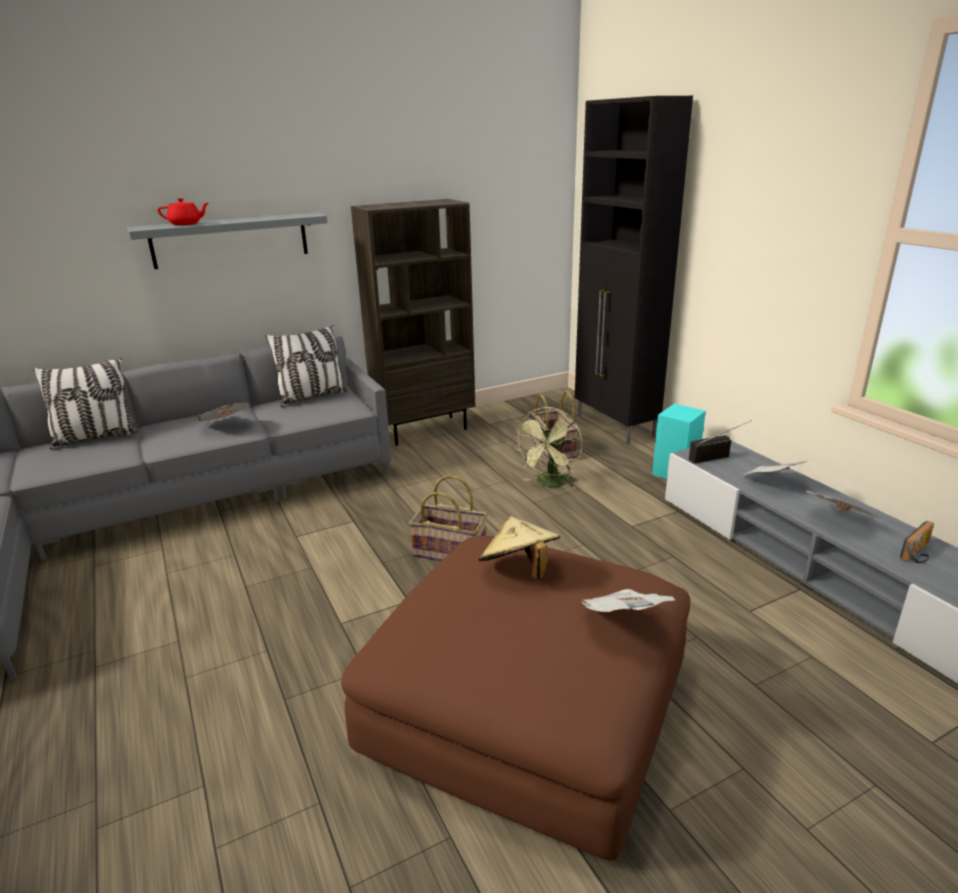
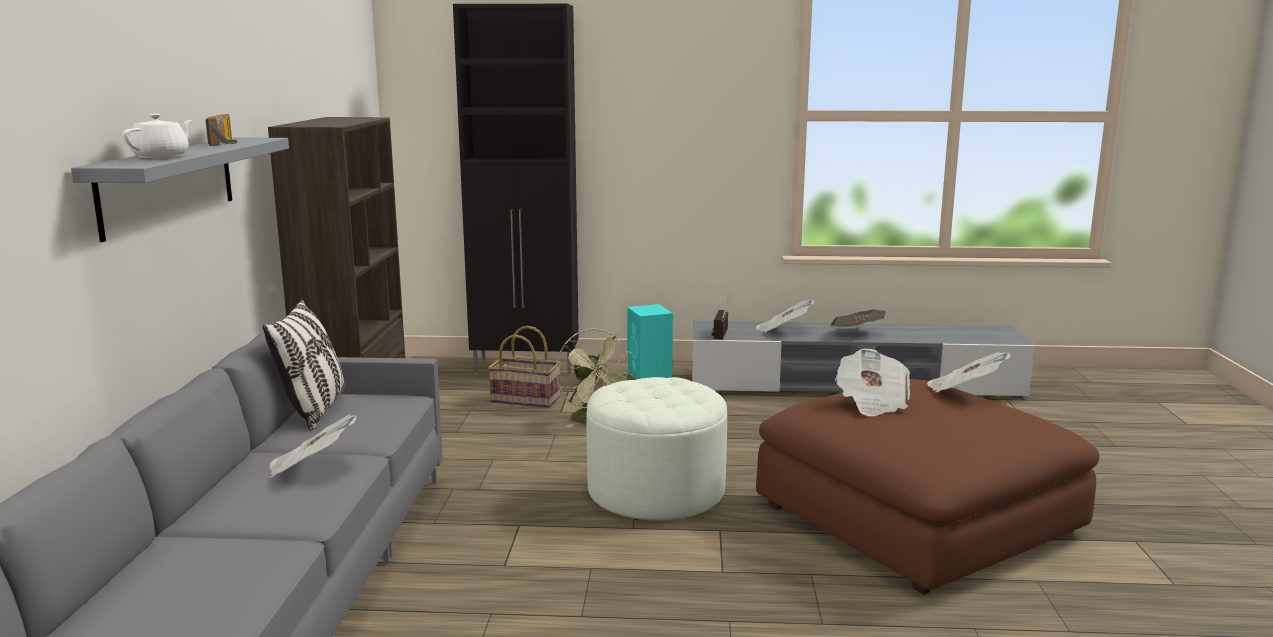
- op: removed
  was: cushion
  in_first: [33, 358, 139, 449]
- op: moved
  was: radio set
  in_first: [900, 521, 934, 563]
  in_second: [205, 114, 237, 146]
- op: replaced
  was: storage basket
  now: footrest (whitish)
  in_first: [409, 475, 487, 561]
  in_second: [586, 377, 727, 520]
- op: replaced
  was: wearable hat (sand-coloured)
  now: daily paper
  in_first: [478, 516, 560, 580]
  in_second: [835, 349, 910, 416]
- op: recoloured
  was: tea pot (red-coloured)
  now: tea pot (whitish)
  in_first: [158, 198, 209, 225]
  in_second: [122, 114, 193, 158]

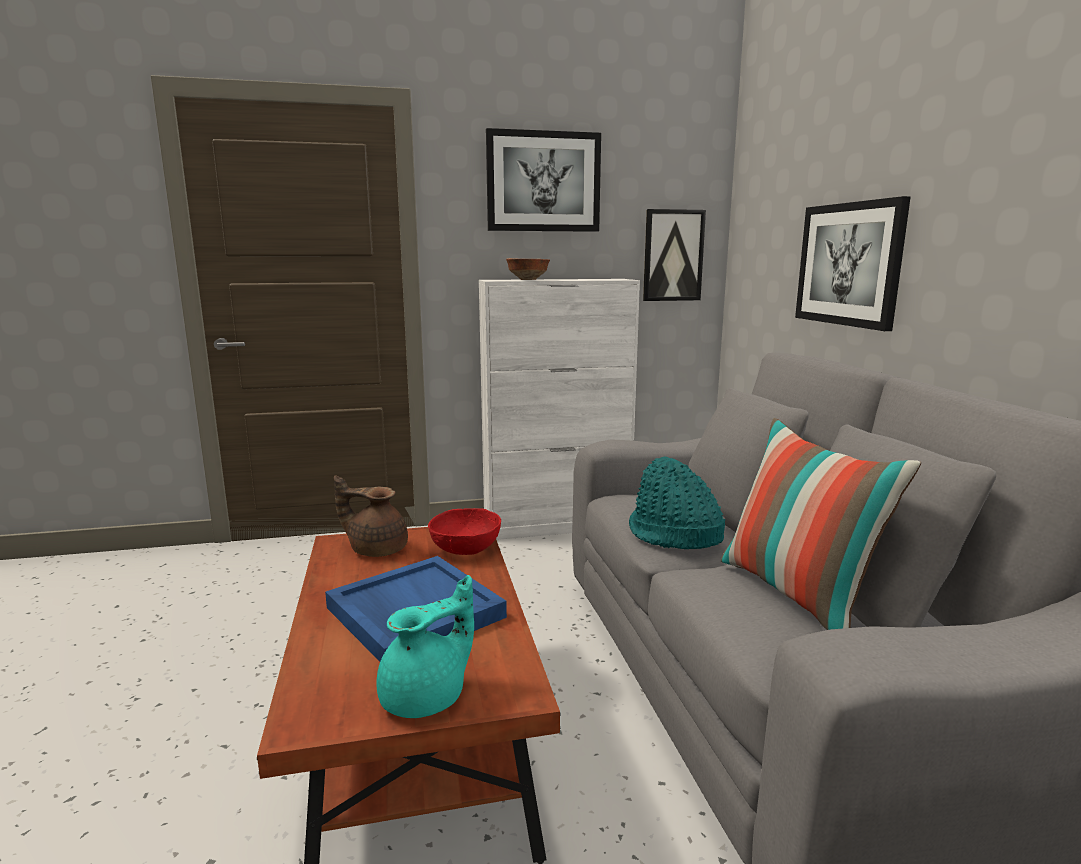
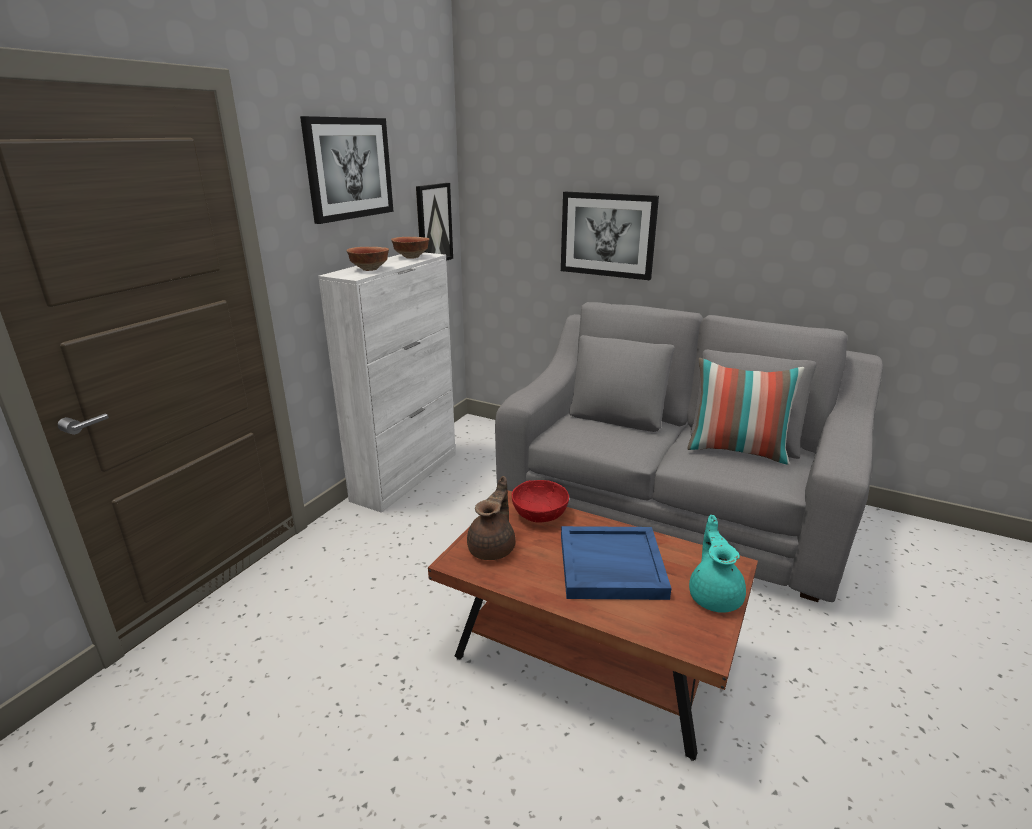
- op: removed
  was: wearable hat (blue-green)
  in_first: [629, 457, 725, 549]
- op: added
  now: deep dish
  in_second: [391, 237, 430, 259]
- op: turned
  was: tea pot (brown)
  in_first: [334, 475, 408, 557]
  in_second: [467, 476, 516, 560]
  clockwise: 150

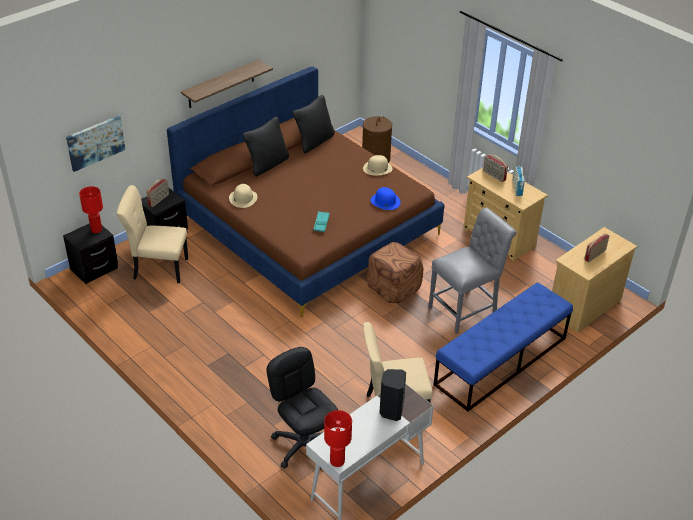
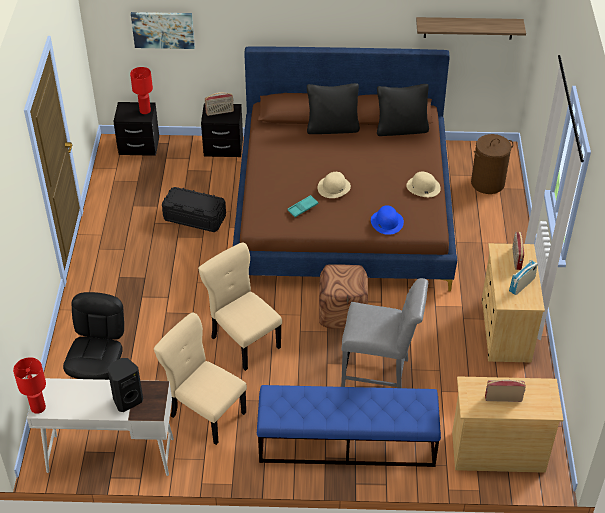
- op: added
  now: storage bin (black)
  in_second: [162, 187, 226, 232]
- op: moved
  was: upright chair (sand-coloured)
  in_first: [117, 185, 188, 283]
  in_second: [198, 243, 282, 371]
- op: moved
  was: wall shelf
  in_first: [181, 60, 273, 108]
  in_second: [416, 17, 526, 39]
- op: moved
  was: wearable hat (sand-coloured)
  in_first: [229, 184, 258, 208]
  in_second: [318, 172, 351, 198]

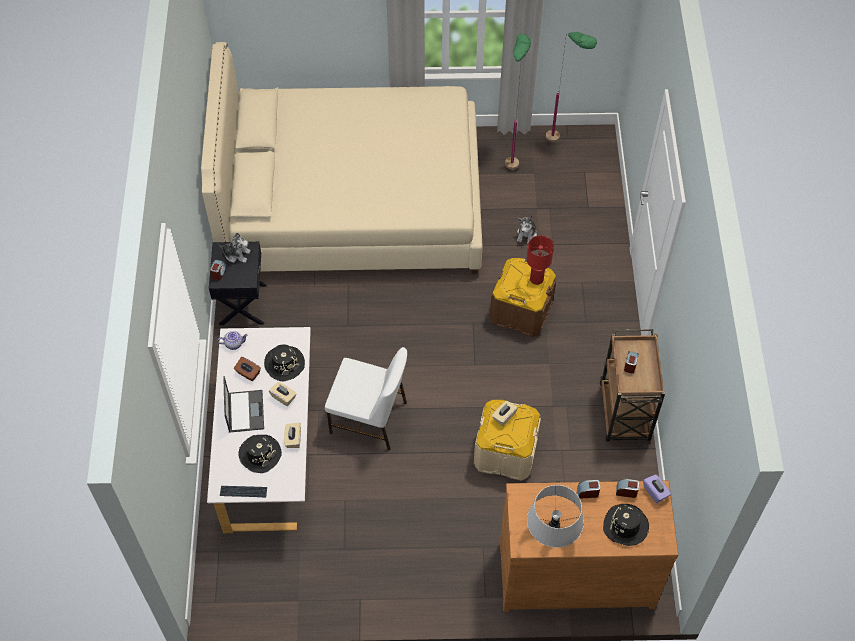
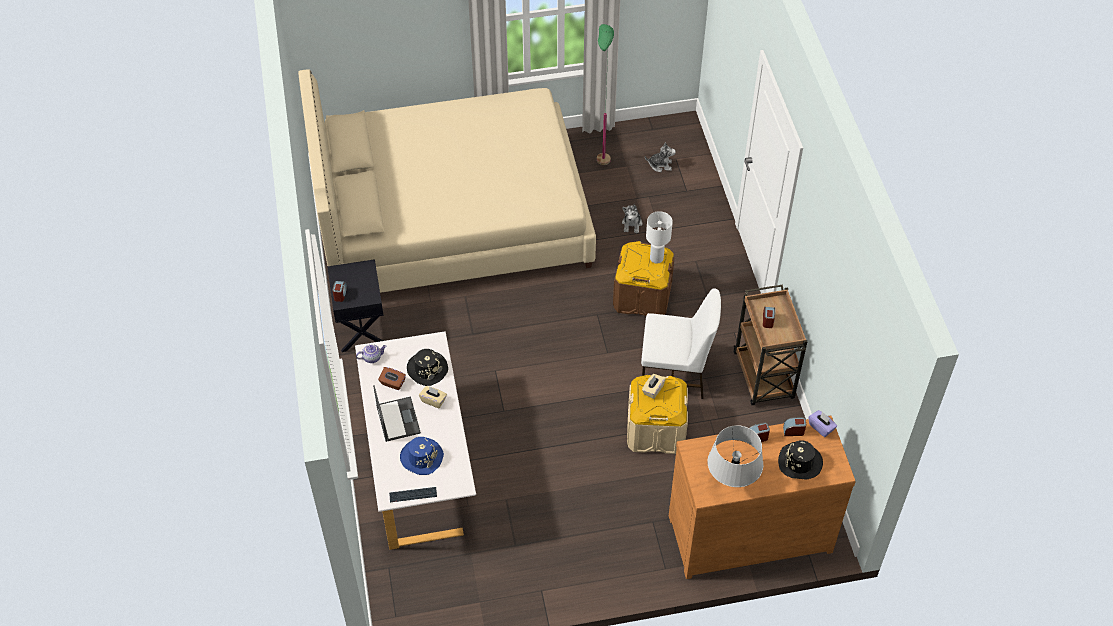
- op: removed
  was: tissue holder (sand-coloured)
  in_first: [284, 422, 301, 448]
- op: removed
  was: floor lamp (green)
  in_first: [546, 32, 597, 142]
- op: moved
  was: cuddly toy
  in_first: [218, 233, 251, 263]
  in_second: [645, 142, 676, 172]
- op: moved
  was: upright chair (whitish)
  in_first: [325, 347, 407, 450]
  in_second: [641, 288, 721, 399]
- op: recoloured
  was: wearable hat (black)
  now: wearable hat (bluish)
  in_first: [238, 435, 282, 473]
  in_second: [400, 437, 444, 475]
- op: recoloured
  was: table lamp (red-coloured)
  now: table lamp (whitish)
  in_first: [527, 235, 554, 285]
  in_second: [646, 211, 673, 264]

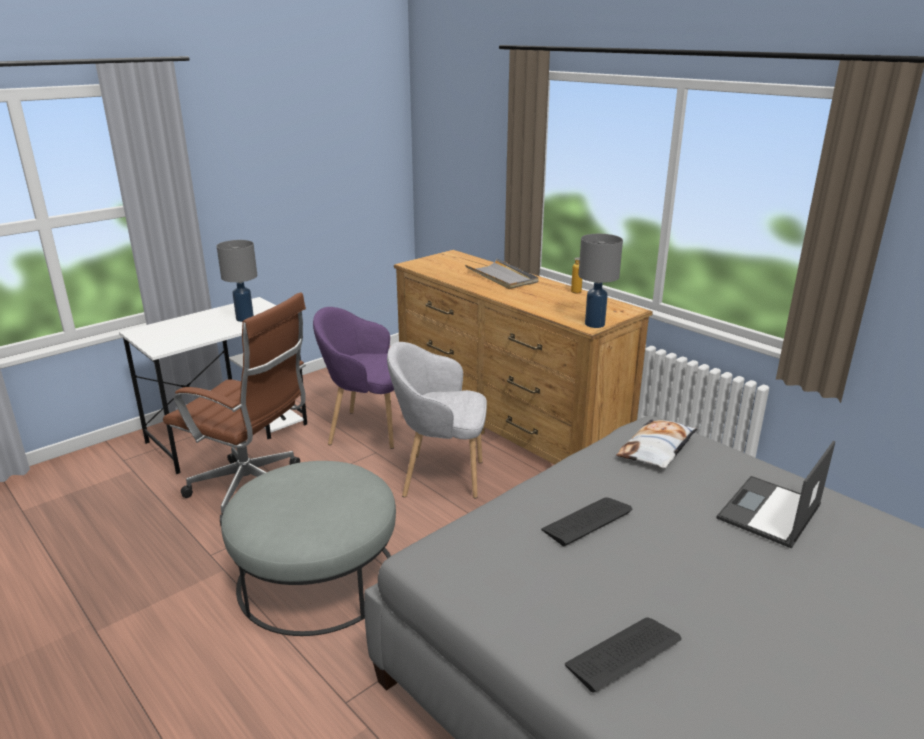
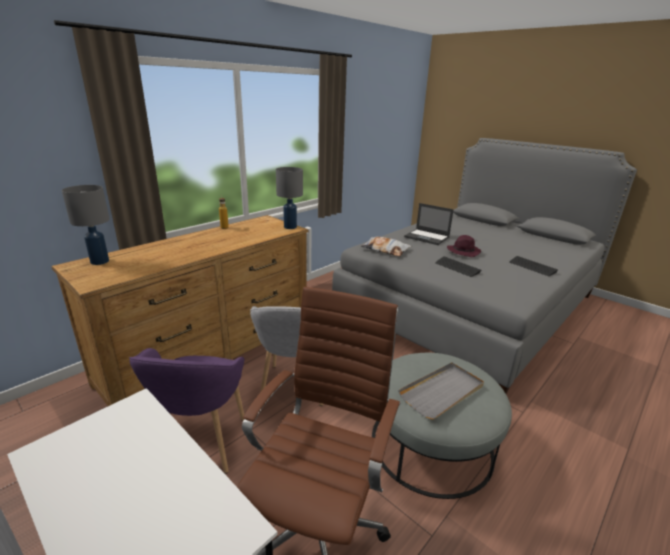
- op: added
  now: wearable hat (purple-coloured)
  in_second: [447, 235, 481, 257]
- op: moved
  was: table lamp (gray)
  in_first: [217, 240, 257, 322]
  in_second: [62, 185, 110, 265]
- op: moved
  was: serving tray (gray)
  in_first: [465, 259, 539, 289]
  in_second: [398, 362, 484, 419]

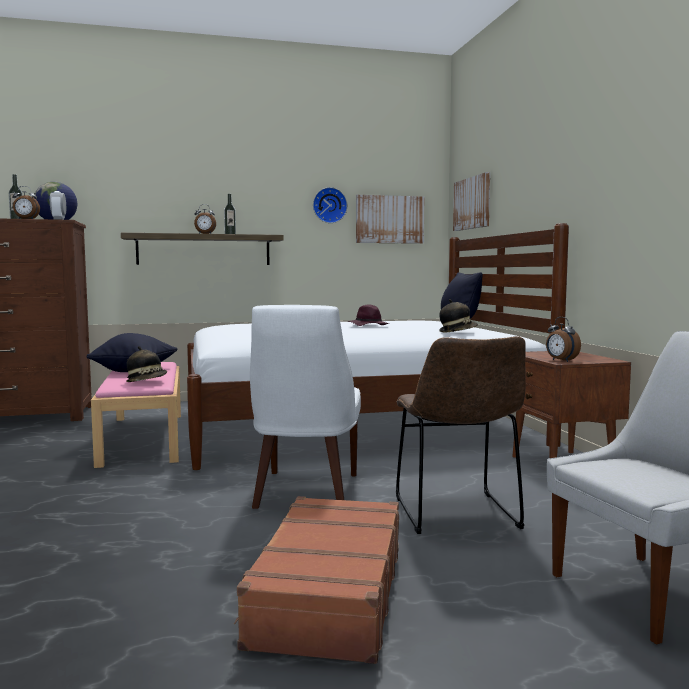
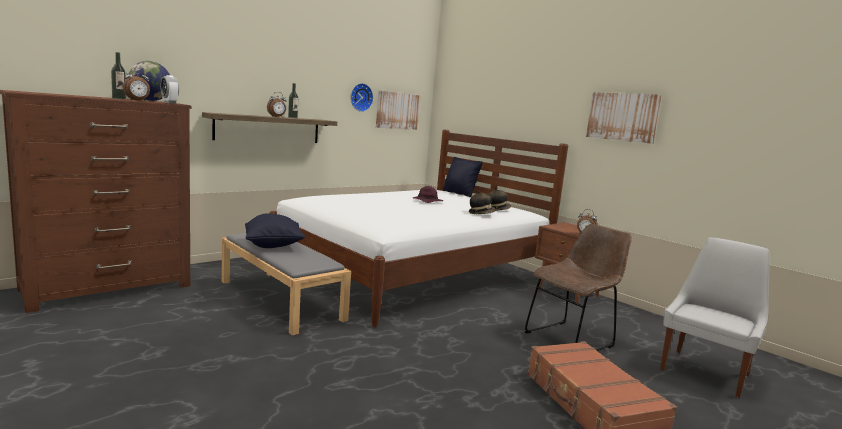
- op: removed
  was: upright chair (whitish)
  in_first: [250, 305, 361, 509]
- op: moved
  was: wearable hat
  in_first: [126, 346, 167, 382]
  in_second: [469, 190, 496, 214]
- op: moved
  was: wall art
  in_first: [453, 172, 490, 231]
  in_second: [586, 92, 662, 144]
- op: recoloured
  was: indoor bench (pink)
  now: indoor bench (gray)
  in_first: [91, 362, 181, 468]
  in_second: [222, 233, 351, 335]
- op: turned
  was: upright chair (brown)
  in_first: [396, 336, 526, 534]
  in_second: [524, 224, 632, 351]
  clockwise: -90

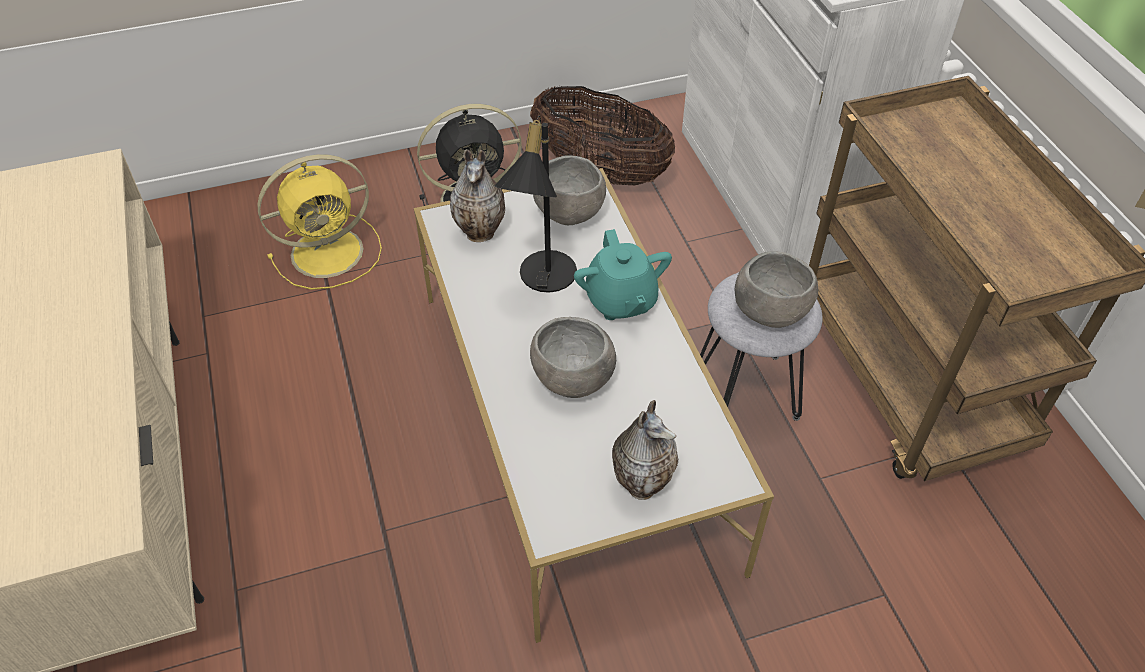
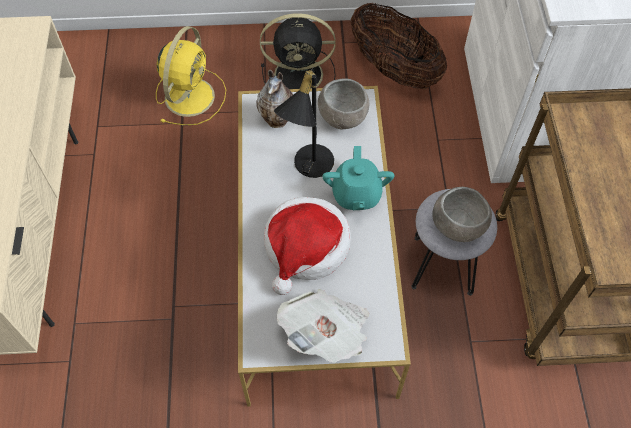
- op: replaced
  was: deep dish (gray)
  now: wearable hat
  in_first: [530, 317, 616, 398]
  in_second: [264, 197, 351, 295]
- op: replaced
  was: decorative vase
  now: daily paper
  in_first: [612, 400, 678, 500]
  in_second: [277, 289, 369, 363]
- op: turned
  was: cooling fan (yellowish)
  in_first: [257, 154, 382, 290]
  in_second: [156, 26, 226, 125]
  clockwise: -60

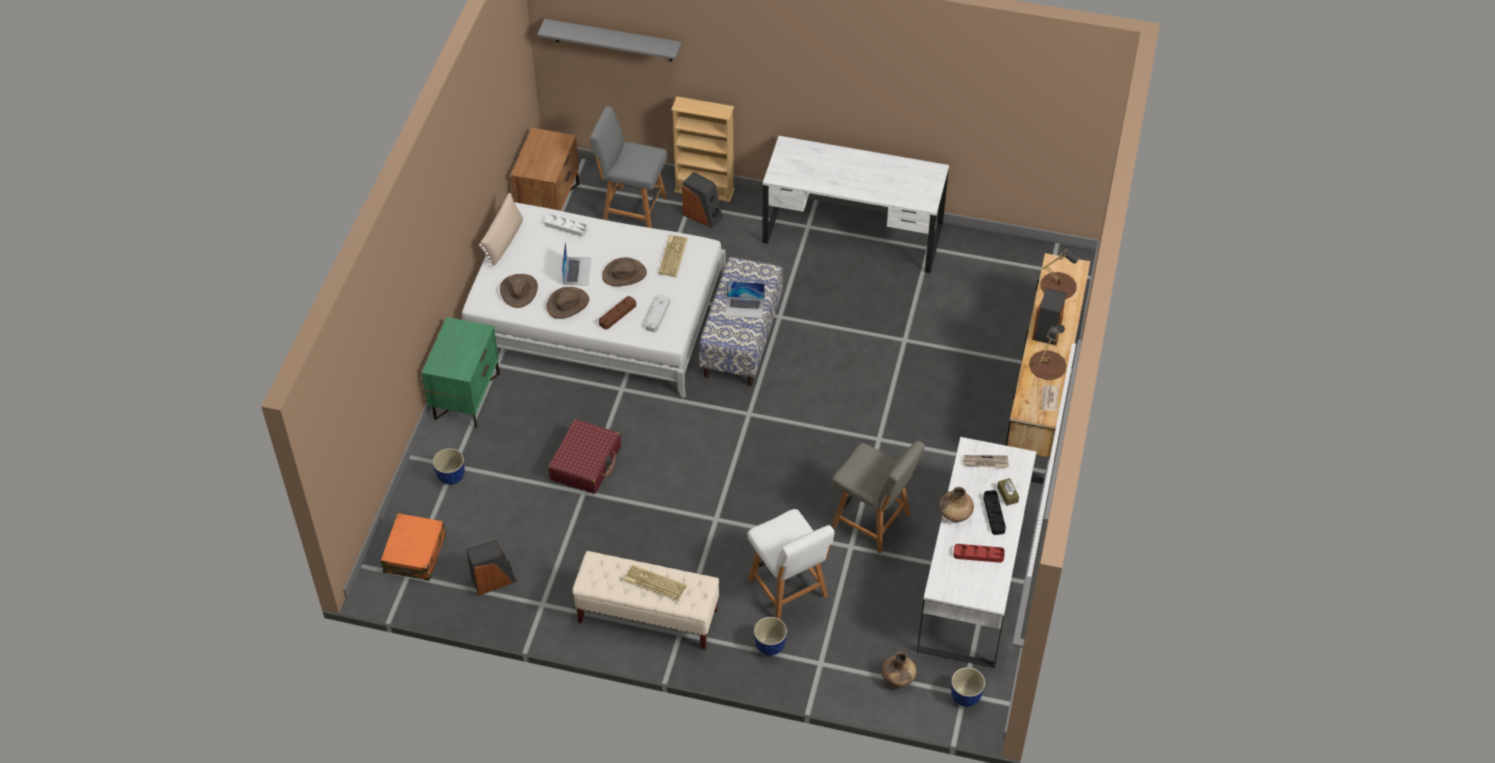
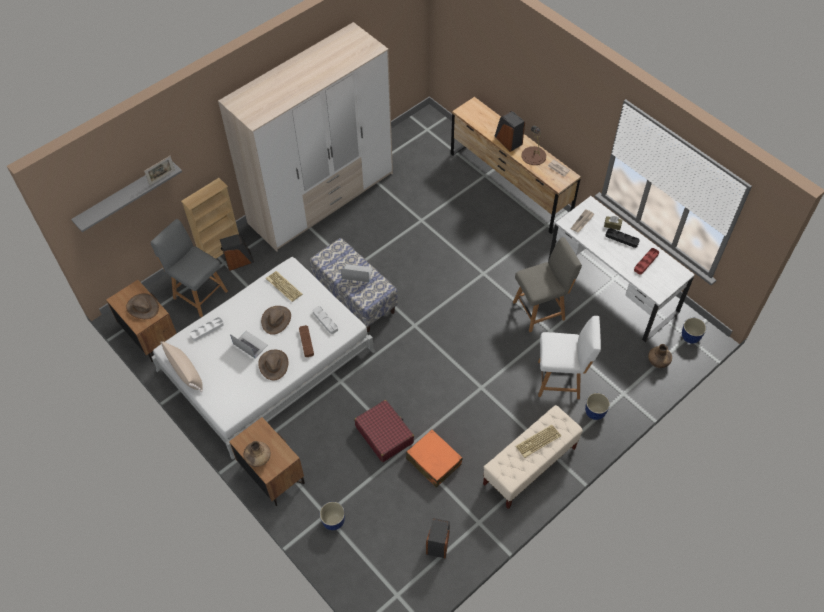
- op: removed
  was: table lamp (brown)
  in_first: [1040, 248, 1079, 299]
- op: added
  now: standing frame
  in_second: [144, 156, 175, 186]
- op: moved
  was: suitcase (orange)
  in_first: [381, 513, 446, 581]
  in_second: [406, 429, 463, 488]
- op: moved
  was: wearable hat (brown)
  in_first: [500, 274, 538, 308]
  in_second: [126, 293, 159, 319]
- op: moved
  was: decorative vase (brown)
  in_first: [939, 487, 974, 522]
  in_second: [244, 441, 271, 467]
- op: replaced
  was: desk table (whitish)
  now: armoire
  in_first: [762, 136, 949, 273]
  in_second: [218, 22, 393, 252]
- op: recoloured
  was: bedside table (green)
  now: bedside table (brown)
  in_first: [421, 317, 500, 428]
  in_second: [229, 417, 305, 506]
- op: turned
  was: upright chair (gray)
  in_first: [590, 106, 667, 228]
  in_second: [150, 219, 228, 317]
  clockwise: 75
- op: turned
  was: laptop
  in_first: [725, 281, 765, 318]
  in_second: [341, 264, 373, 283]
  clockwise: -120

